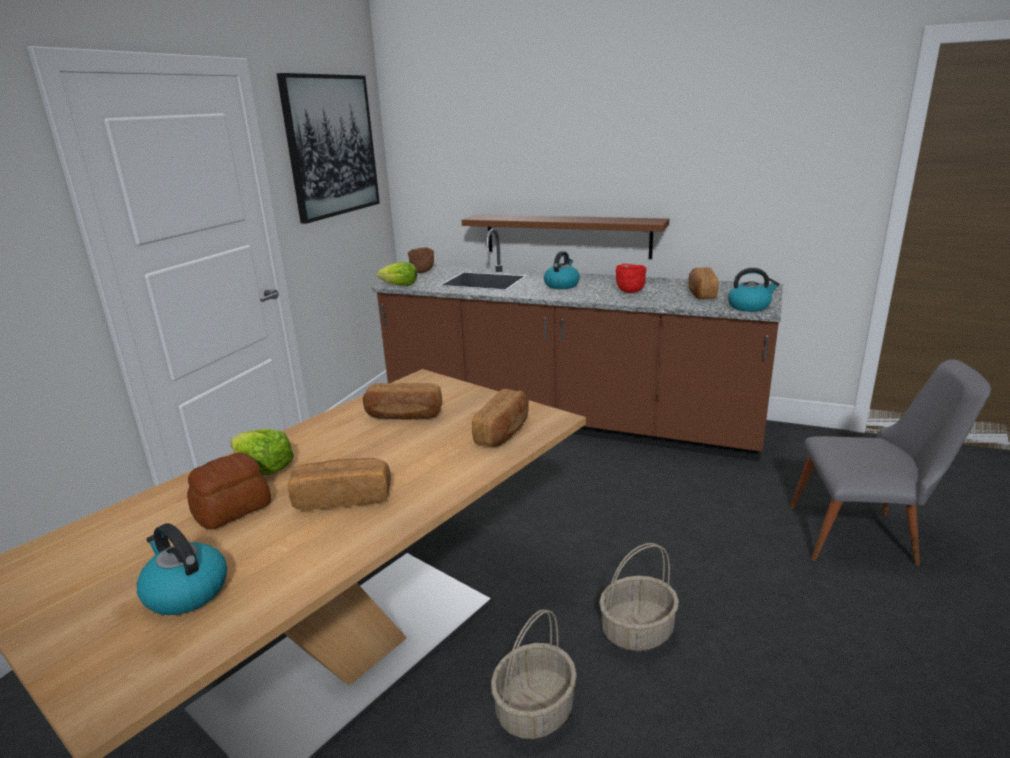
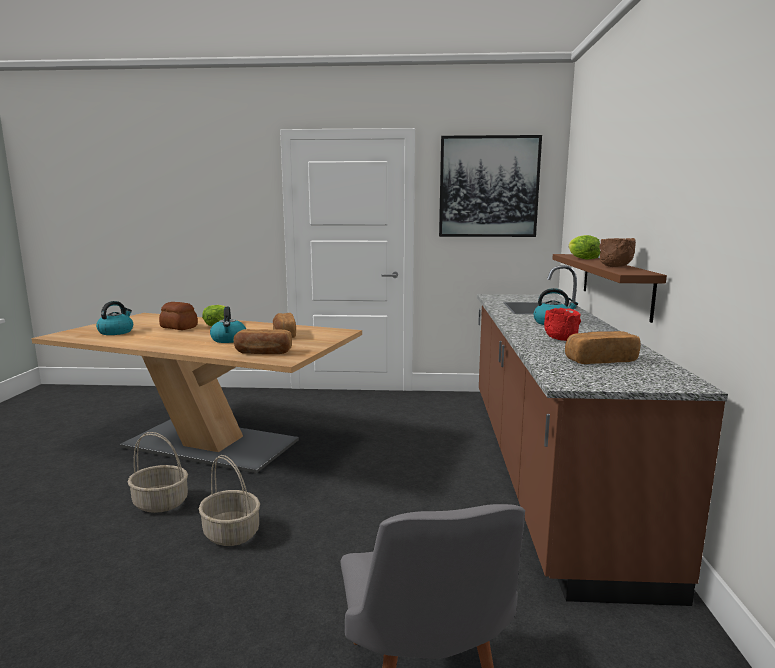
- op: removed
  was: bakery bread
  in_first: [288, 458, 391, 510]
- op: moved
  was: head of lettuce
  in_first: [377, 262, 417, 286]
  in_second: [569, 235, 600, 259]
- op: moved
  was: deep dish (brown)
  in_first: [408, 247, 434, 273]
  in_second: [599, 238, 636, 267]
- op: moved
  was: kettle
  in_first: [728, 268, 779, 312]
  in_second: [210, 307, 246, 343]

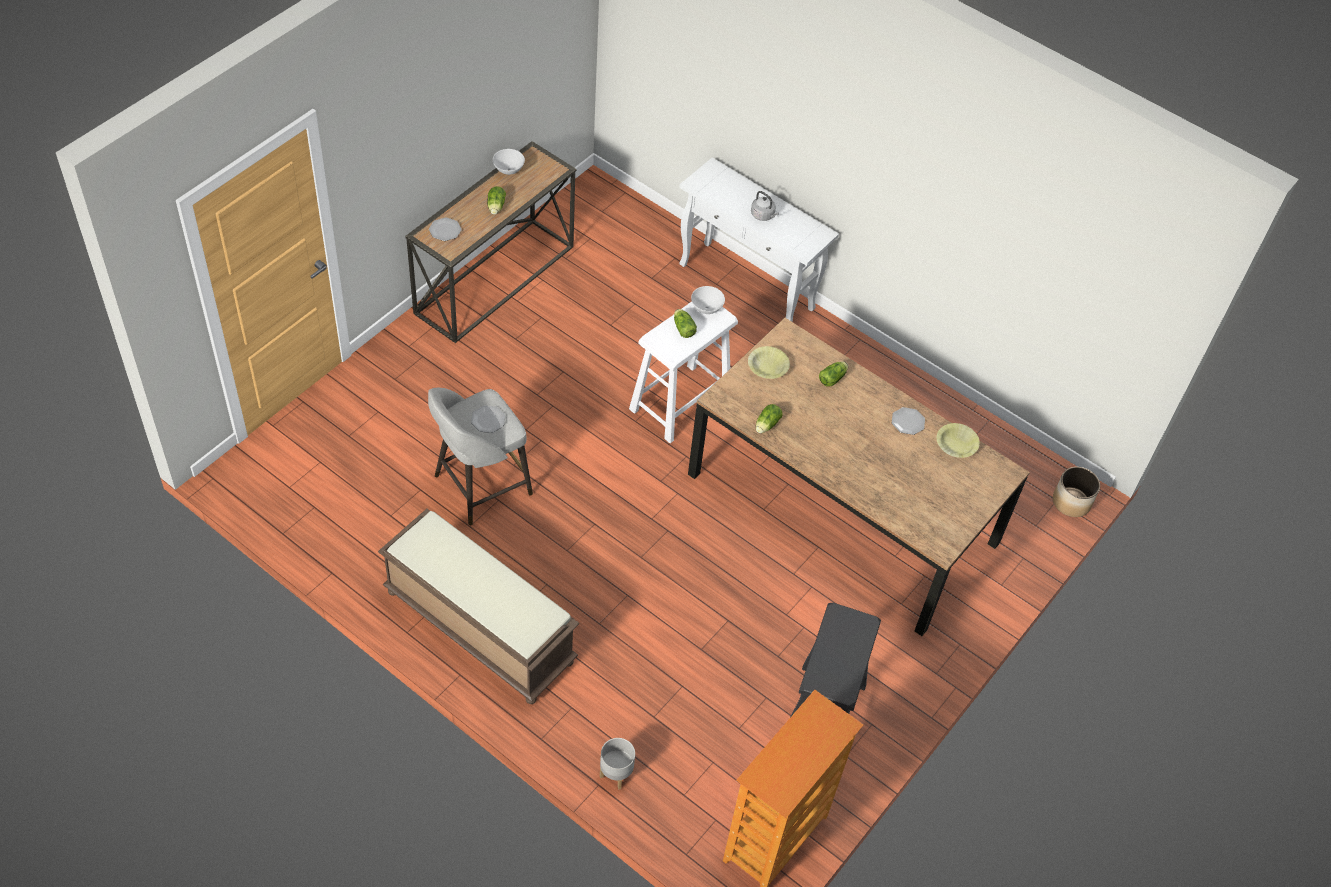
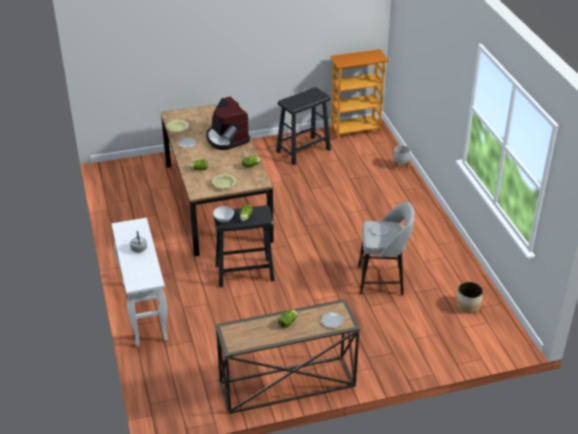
- op: removed
  was: indoor bench (brown)
  in_first: [378, 509, 580, 704]
- op: removed
  was: deep dish (whitish)
  in_first: [493, 149, 525, 175]
- op: added
  now: coffee maker
  in_second: [206, 97, 250, 150]
- op: moved
  was: planter
  in_first: [1053, 467, 1100, 517]
  in_second: [456, 282, 483, 313]
- op: recoloured
  was: stool (whitish)
  now: stool (black)
  in_first: [629, 301, 738, 443]
  in_second: [213, 205, 275, 287]

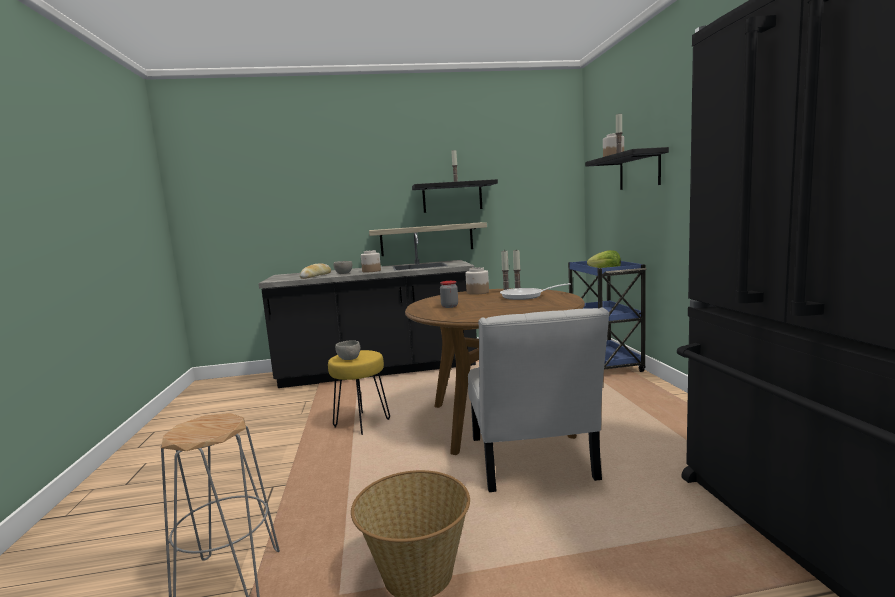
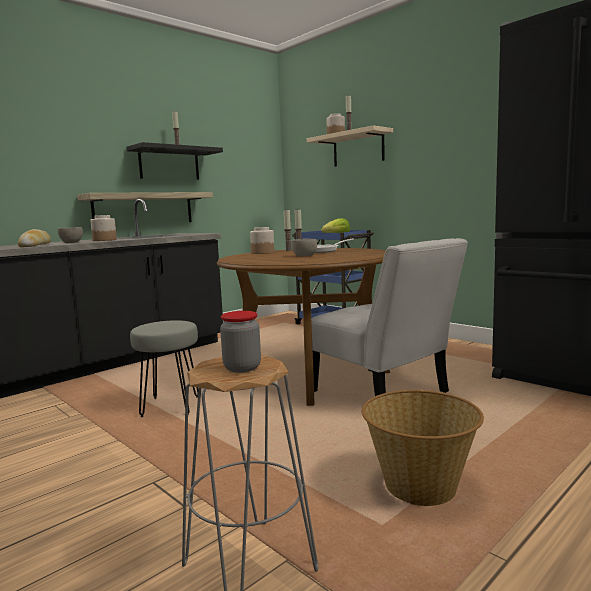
- op: moved
  was: deep dish (gray)
  in_first: [335, 340, 360, 360]
  in_second: [291, 239, 317, 256]
- op: moved
  was: storage jar
  in_first: [440, 281, 458, 308]
  in_second: [220, 311, 261, 373]
- op: recoloured
  was: stool (yellowish)
  now: stool (gray)
  in_first: [328, 350, 390, 435]
  in_second: [130, 320, 199, 417]
- op: recoloured
  was: wall shelf (black)
  now: wall shelf (sand-coloured)
  in_first: [585, 147, 669, 190]
  in_second: [307, 125, 393, 167]

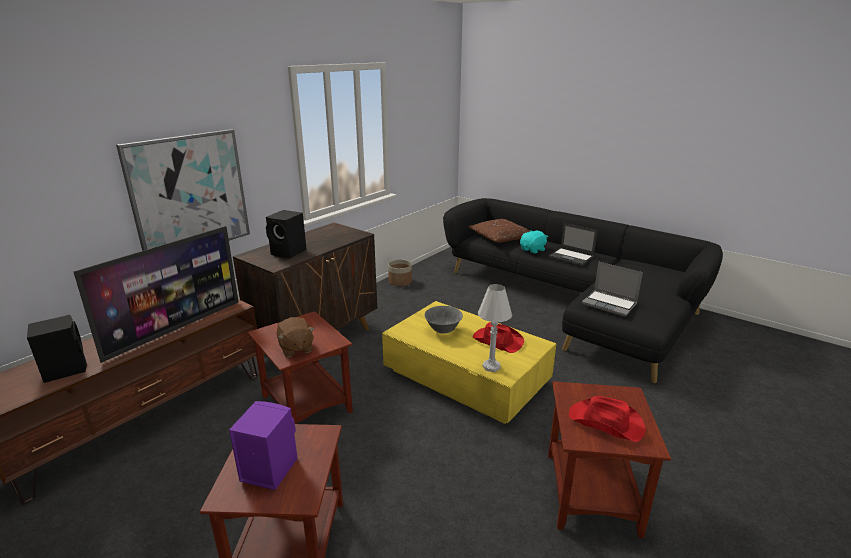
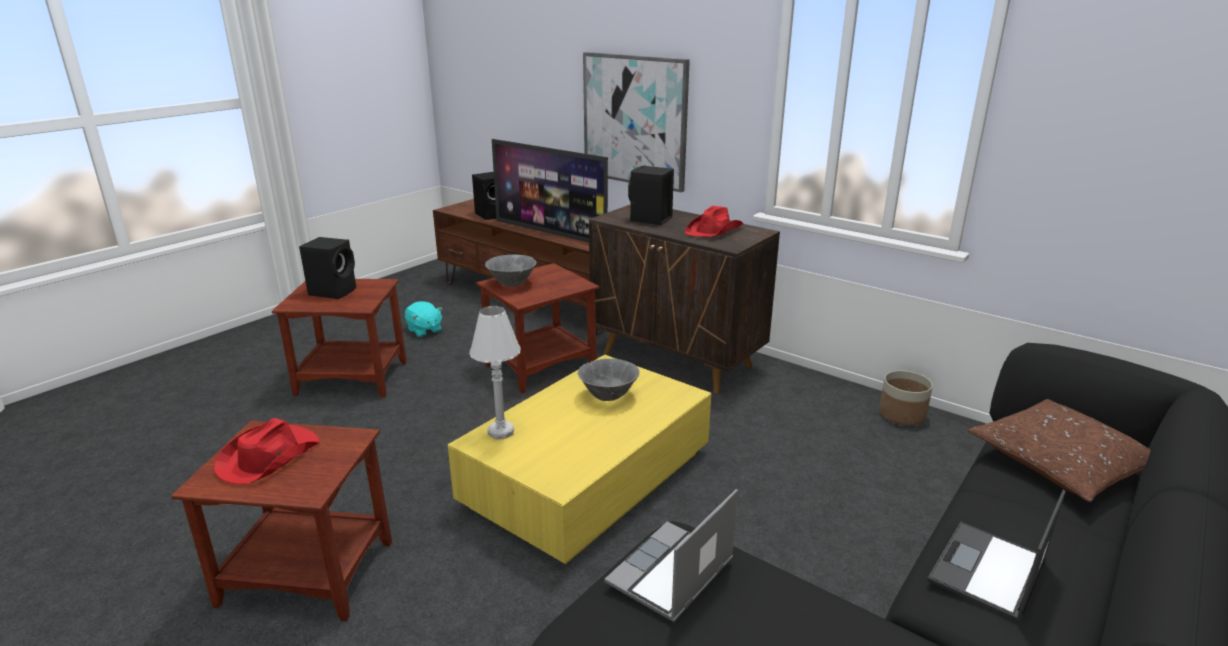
- op: moved
  was: wearable hat (red-coloured)
  in_first: [473, 322, 524, 353]
  in_second: [684, 206, 743, 237]
- op: moved
  was: cuddly toy (blue-green)
  in_first: [520, 230, 548, 254]
  in_second: [405, 301, 443, 337]
- op: replaced
  was: cuddly toy (brown)
  now: deep dish (gray)
  in_first: [277, 317, 315, 357]
  in_second: [485, 254, 536, 287]
- op: recoloured
  was: speaker (purple-coloured)
  now: speaker (black)
  in_first: [229, 401, 298, 490]
  in_second: [299, 237, 356, 299]

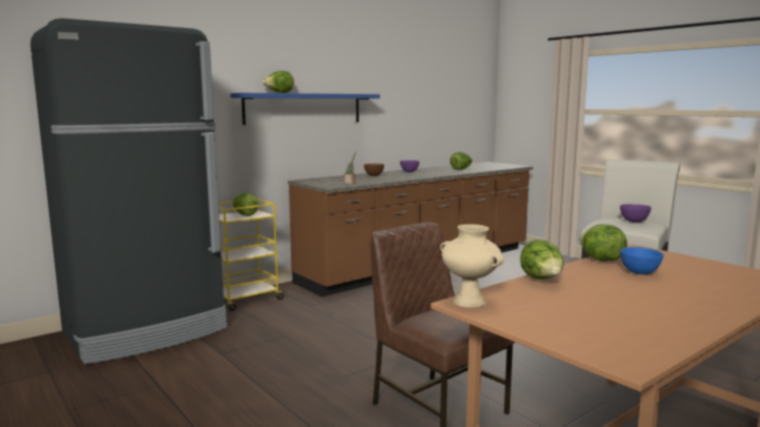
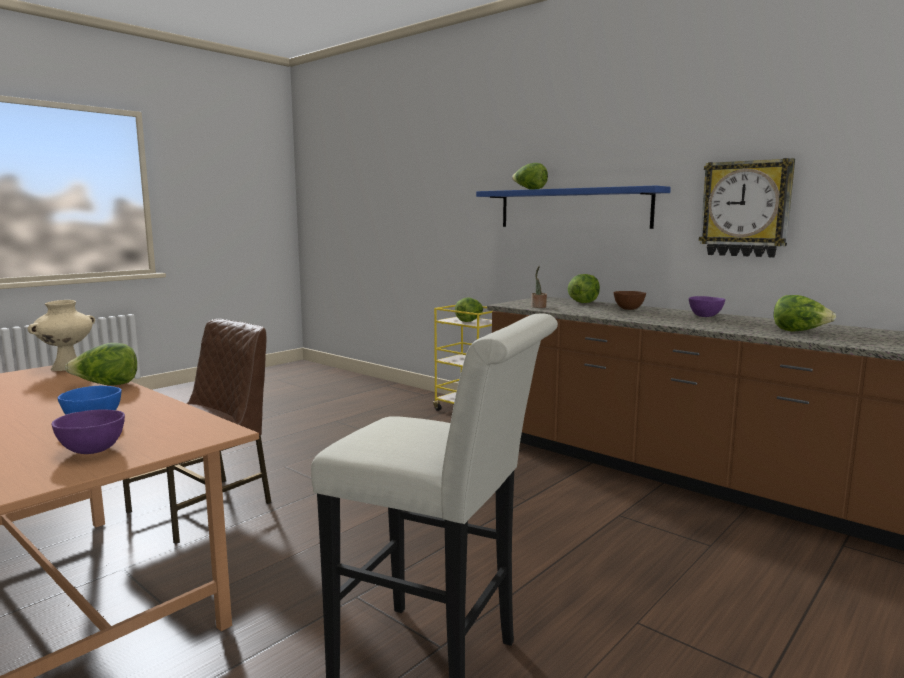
- op: removed
  was: fridge (black)
  in_first: [30, 18, 227, 364]
- op: added
  now: wall clock
  in_second: [699, 158, 795, 258]
- op: moved
  was: head of lettuce
  in_first: [579, 224, 627, 261]
  in_second: [568, 274, 600, 303]
- op: moved
  was: deep dish (purple-coloured)
  in_first: [620, 204, 651, 222]
  in_second: [52, 410, 125, 454]

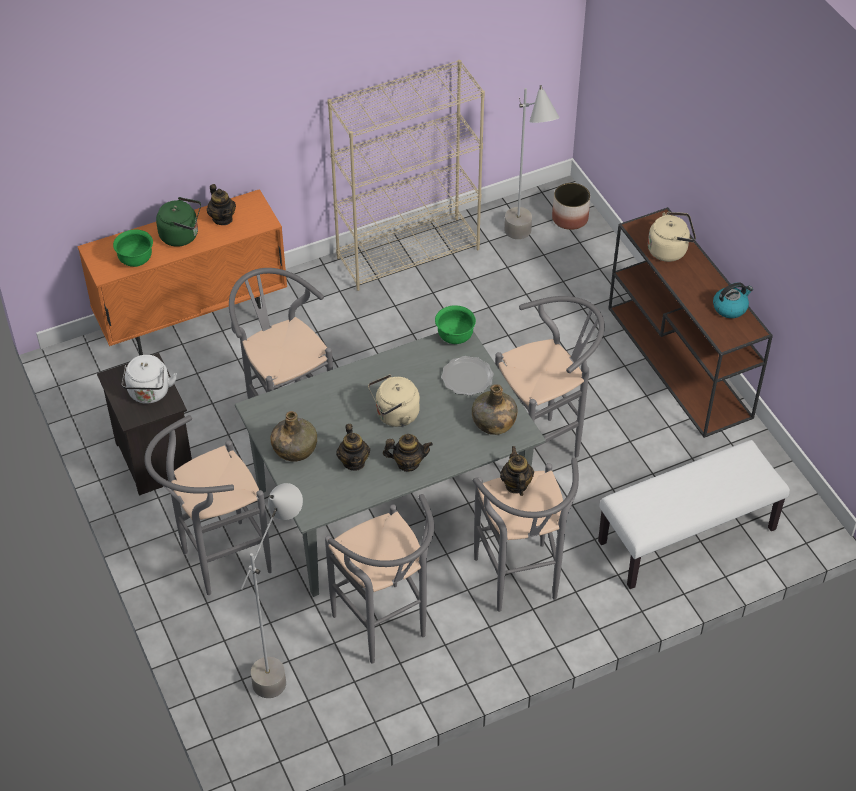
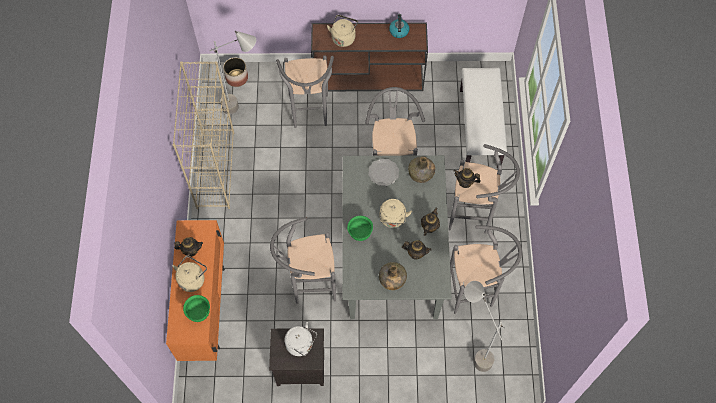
- op: moved
  was: stool (gray)
  in_first: [144, 415, 272, 595]
  in_second: [276, 55, 334, 128]
- op: moved
  was: deep dish (green)
  in_first: [435, 306, 476, 344]
  in_second: [347, 216, 373, 241]
- op: recoloured
  was: kettle (green)
  now: kettle (sand-coloured)
  in_first: [156, 197, 201, 247]
  in_second: [173, 256, 207, 292]

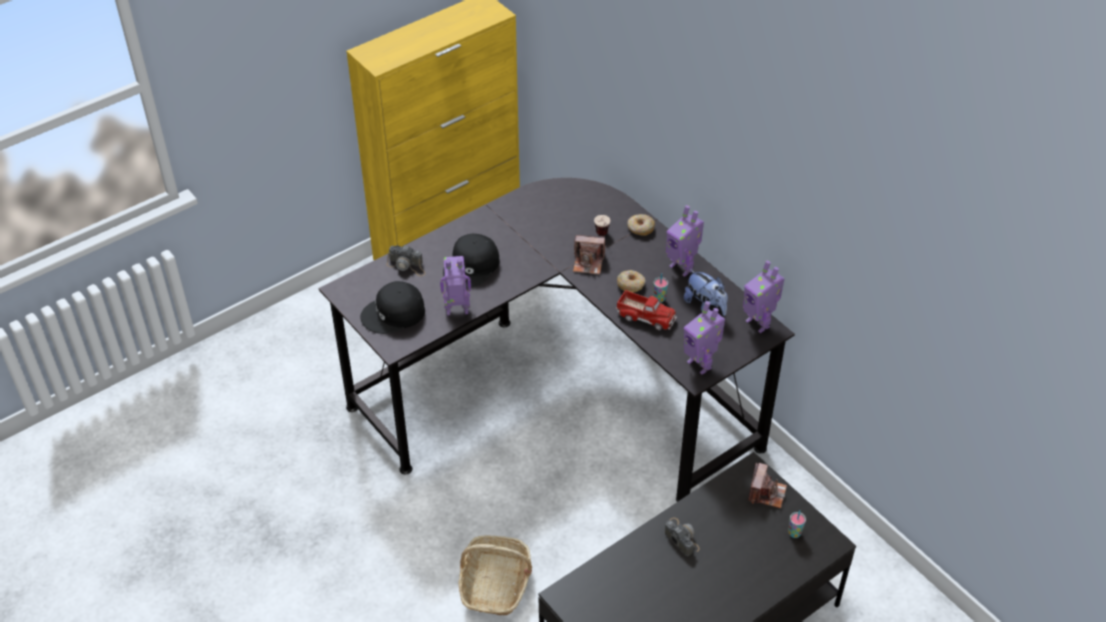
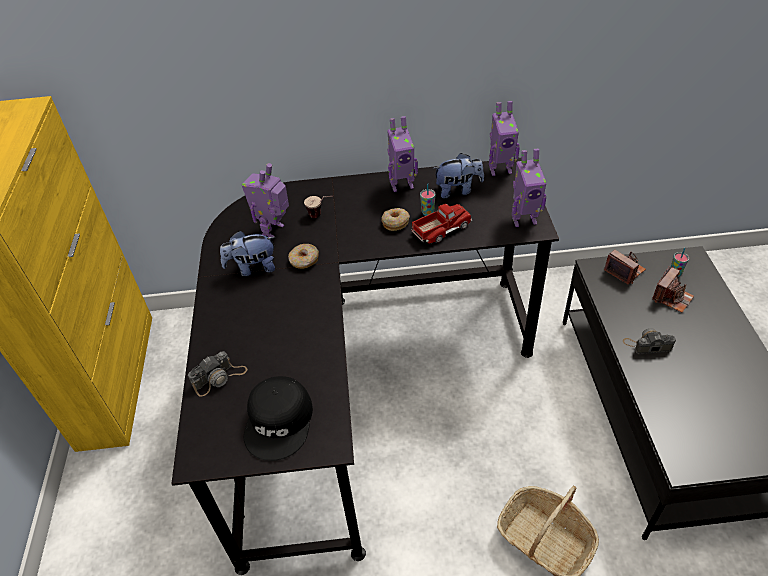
- op: removed
  was: cap (black)
  in_first: [443, 234, 499, 288]
- op: added
  now: cuddly toy
  in_second: [220, 231, 275, 276]
- op: moved
  was: toy robot
  in_first: [440, 256, 471, 315]
  in_second: [242, 163, 289, 239]
- op: moved
  was: photo camera
  in_first: [573, 235, 605, 274]
  in_second: [652, 267, 694, 313]
- op: moved
  was: ring doughnut
  in_first: [627, 214, 655, 236]
  in_second: [288, 244, 319, 269]

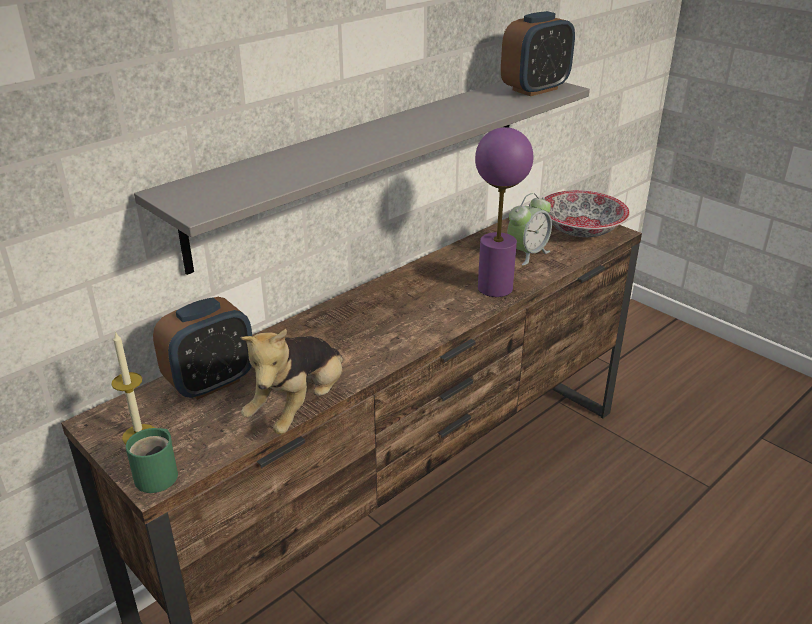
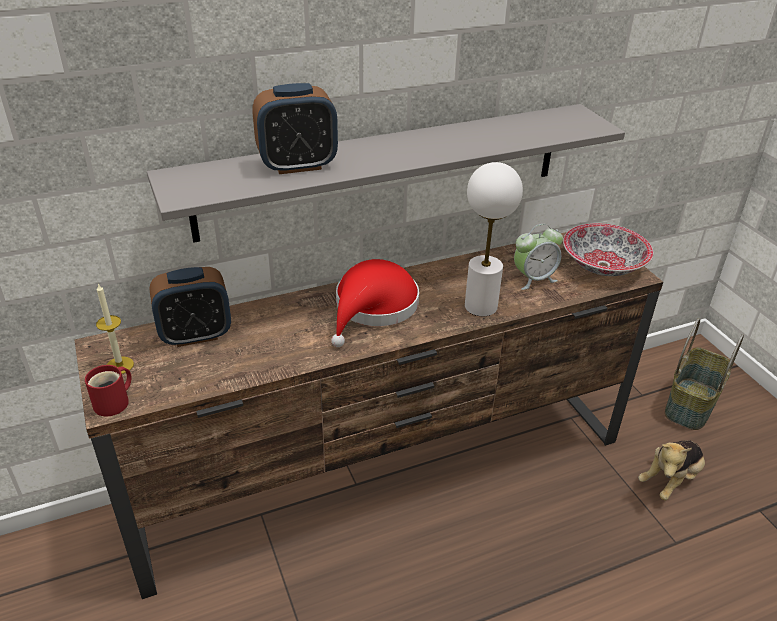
- op: added
  now: wearable hat (red-coloured)
  in_second: [331, 259, 419, 347]
- op: added
  now: storage basket
  in_second: [665, 318, 744, 430]
- op: moved
  was: cuddly toy
  in_first: [240, 329, 343, 434]
  in_second: [638, 440, 705, 501]
- op: moved
  was: table clock
  in_first: [501, 11, 575, 96]
  in_second: [252, 83, 338, 174]
- op: recoloured
  was: tea mug (green)
  now: tea mug (red-coloured)
  in_first: [126, 428, 178, 493]
  in_second: [85, 365, 132, 416]
- op: recoloured
  was: table lamp (purple-coloured)
  now: table lamp (whitish)
  in_first: [475, 127, 533, 297]
  in_second: [465, 162, 523, 316]

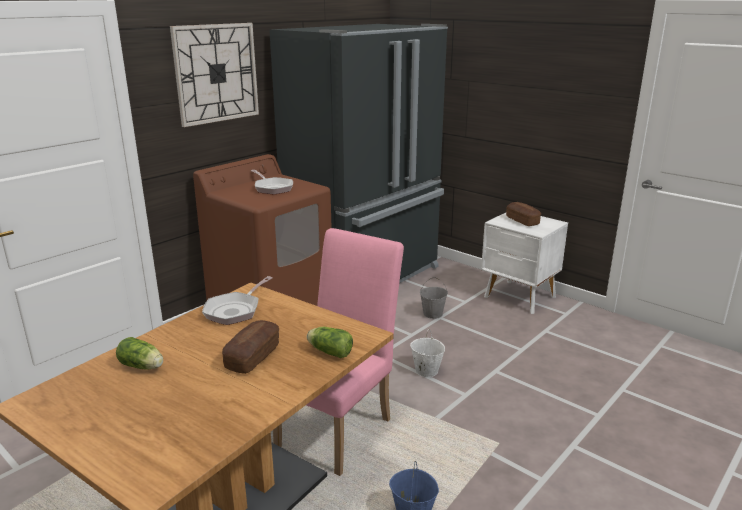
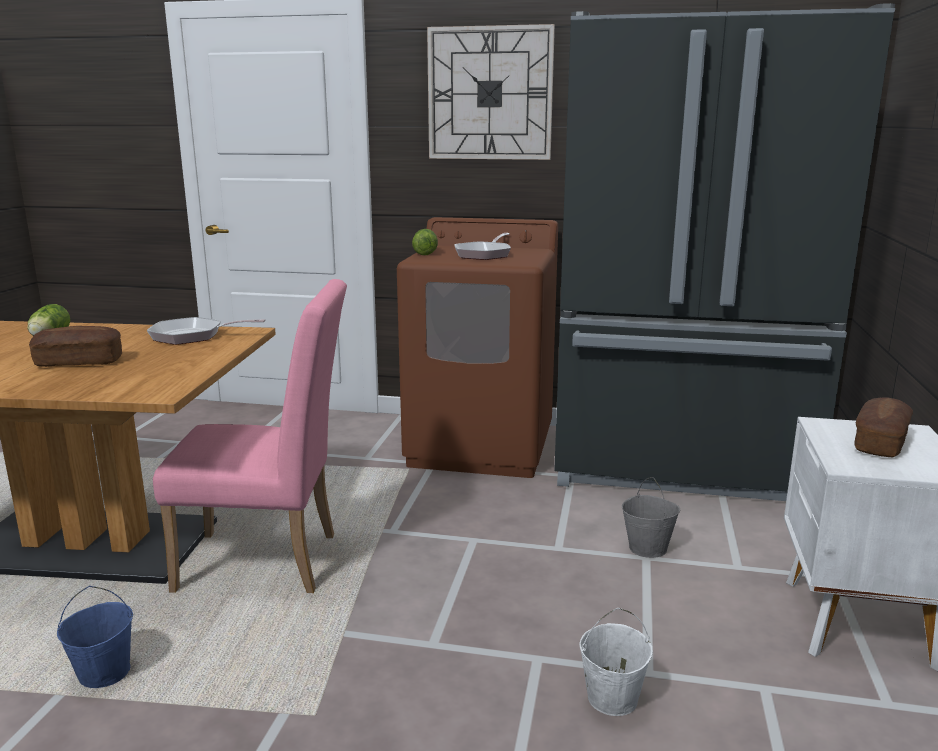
- op: moved
  was: head of lettuce
  in_first: [307, 327, 353, 358]
  in_second: [412, 229, 438, 255]
- op: moved
  was: water bucket (whitish)
  in_first: [410, 329, 445, 377]
  in_second: [579, 608, 652, 716]

